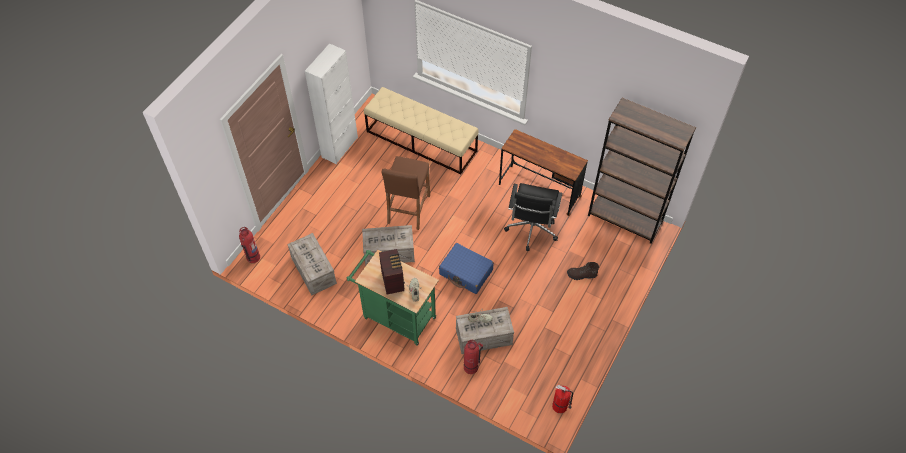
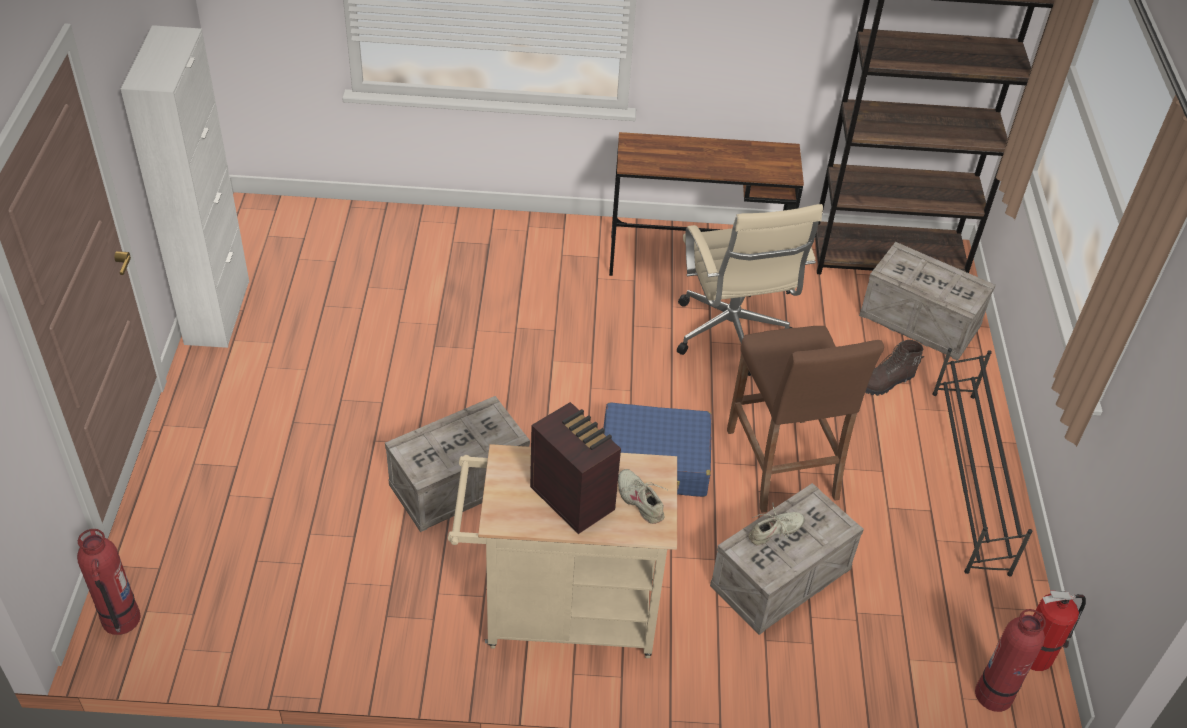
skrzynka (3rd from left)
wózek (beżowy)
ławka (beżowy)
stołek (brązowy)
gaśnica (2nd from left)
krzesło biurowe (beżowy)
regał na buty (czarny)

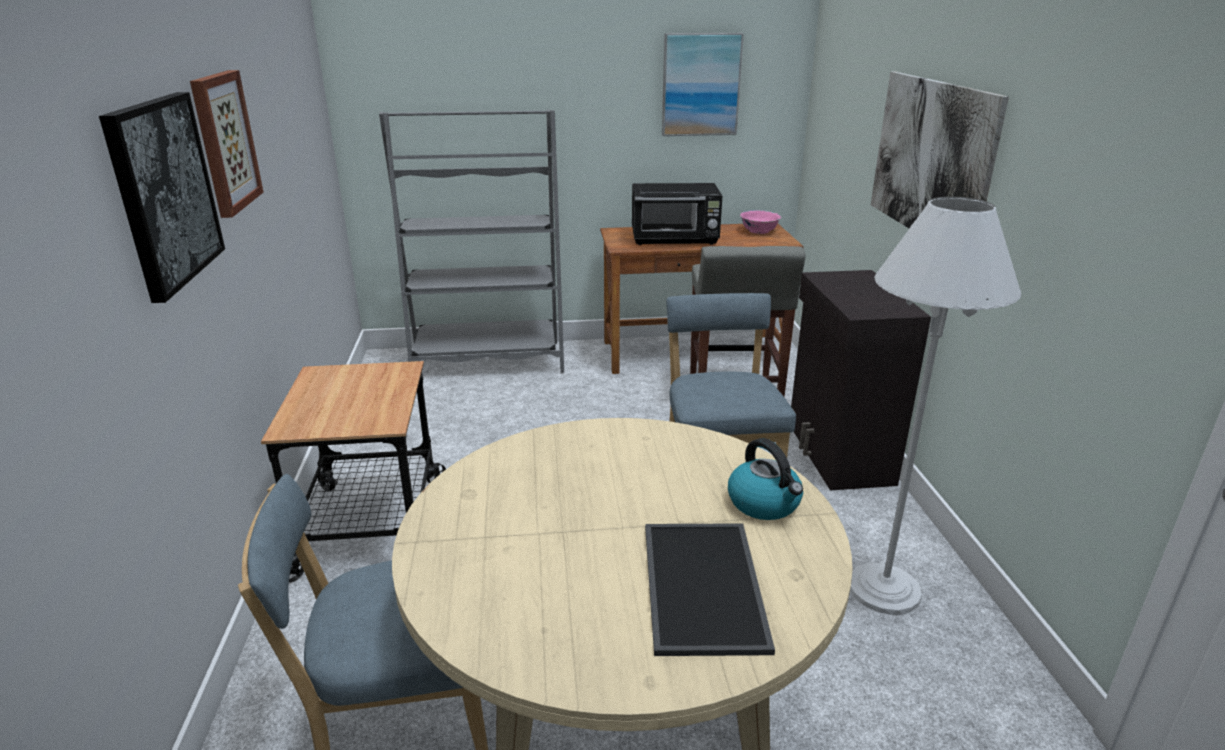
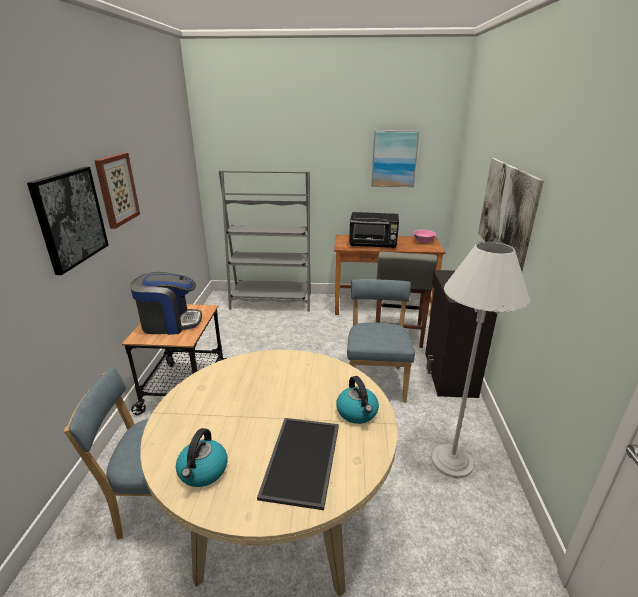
ekspres do kawy
czajnik (1st from left)

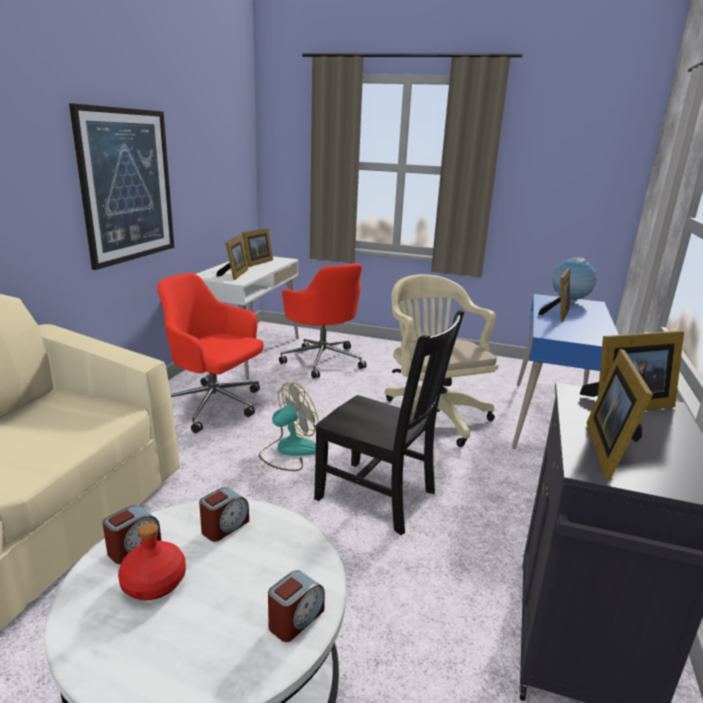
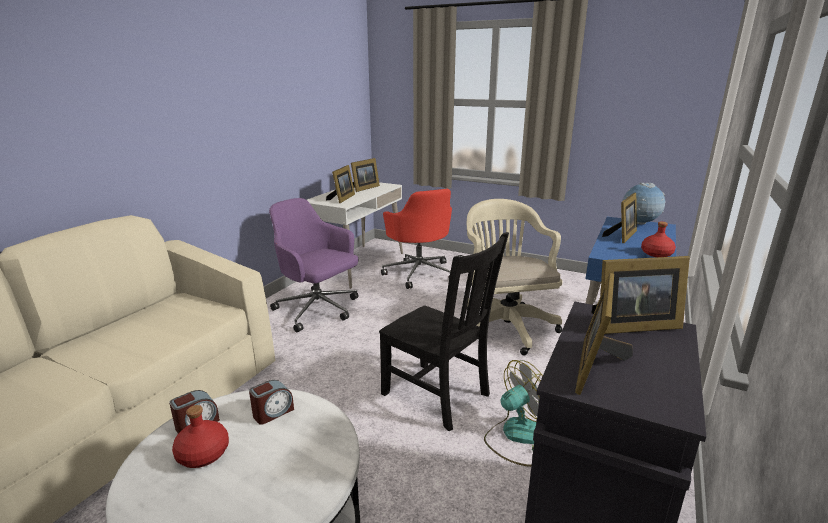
obraz
krzesło biurowe (fioletowy)
wentylator
budzik (3rd from left in the first image)
butelka (czerwony) (2nd from left)

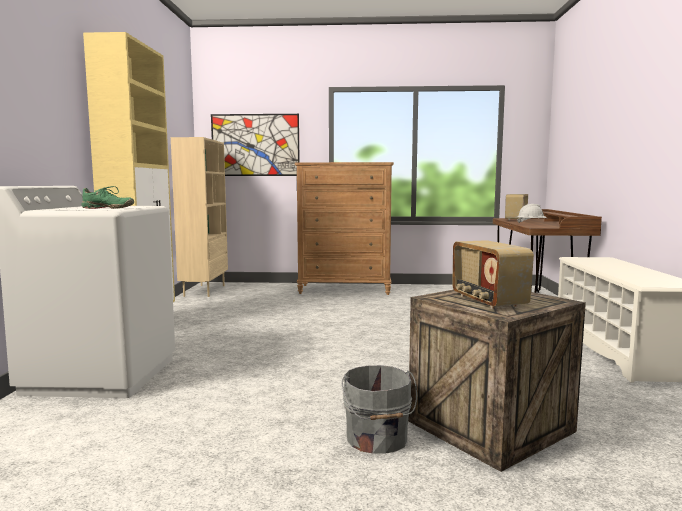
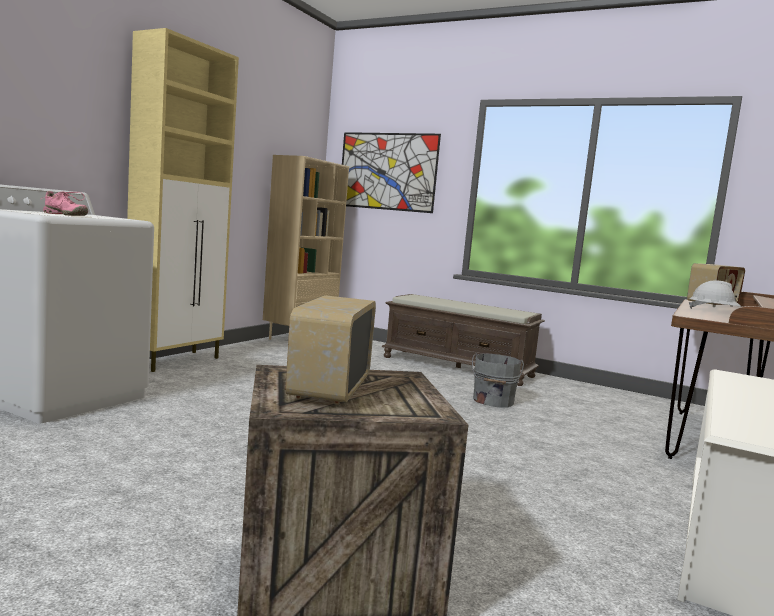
but (różowy)
ławka (brązowy)
wiadro (szary)

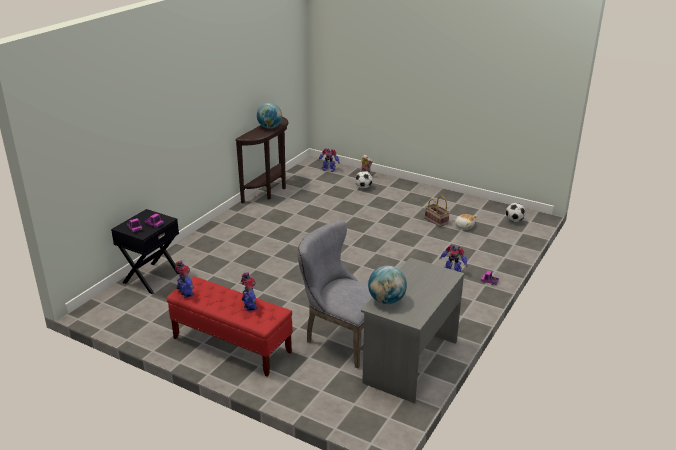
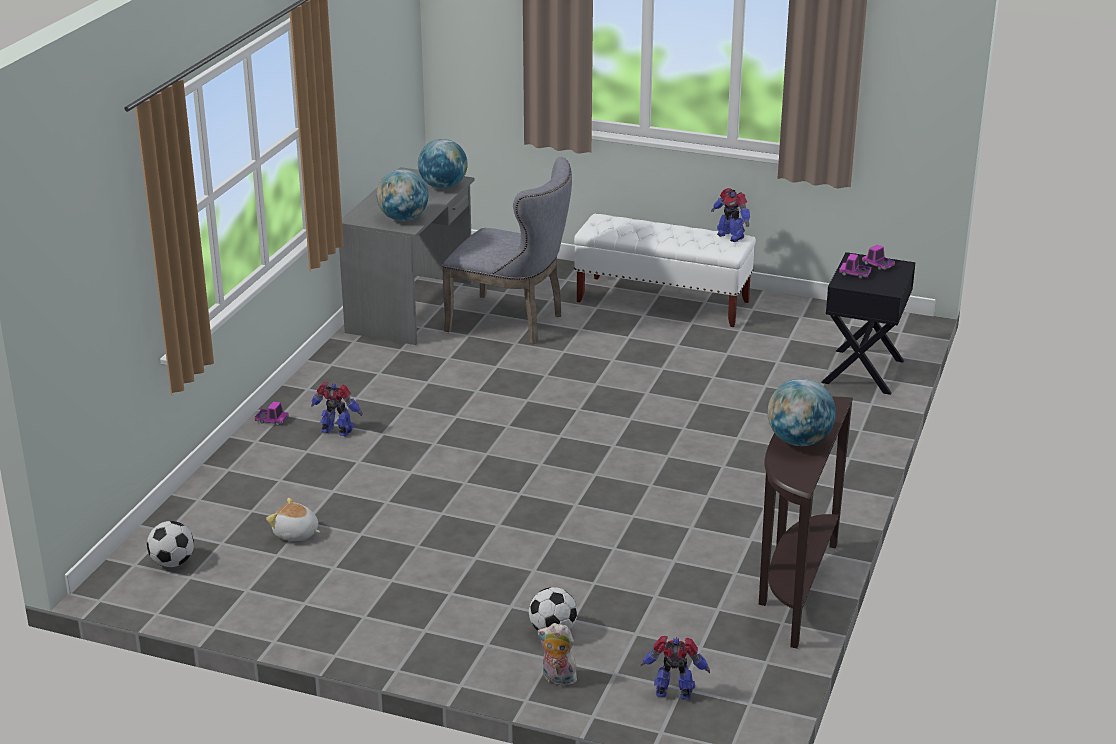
ławka (biały)
robot zabawkowy (2nd from left in the first image)
koszyk
globus (1st from left)

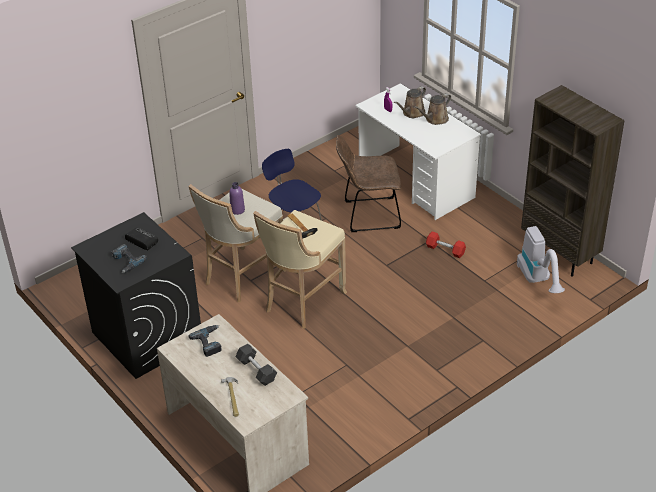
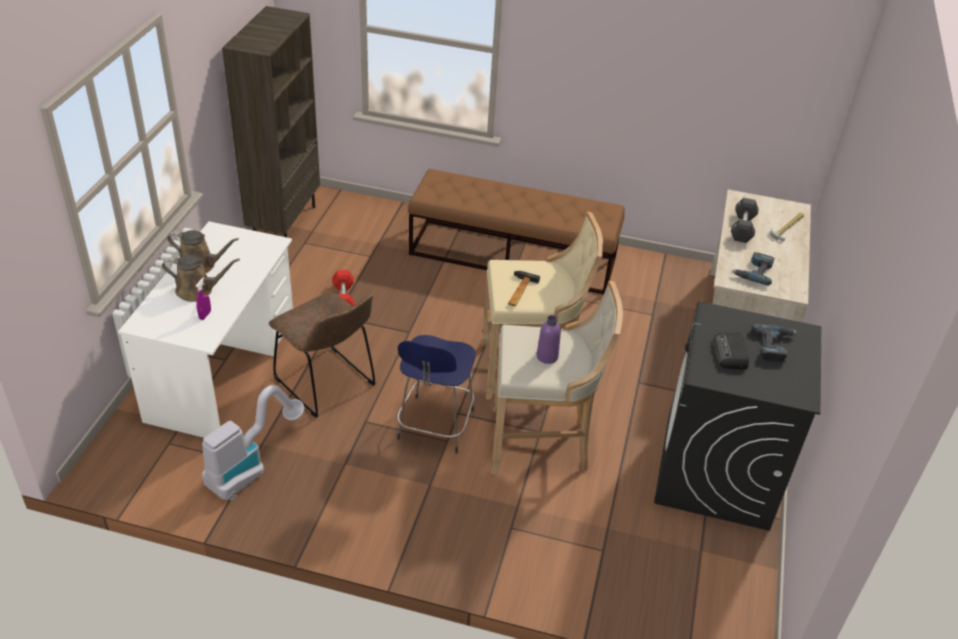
odkurzacz
ławka (brązowy)

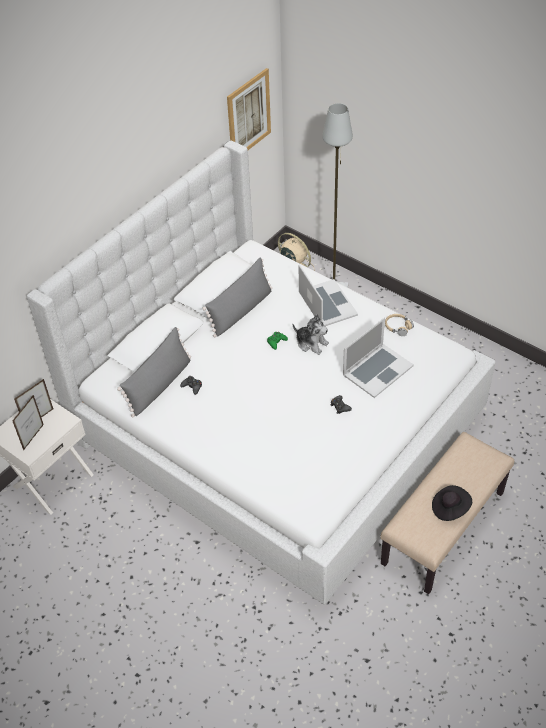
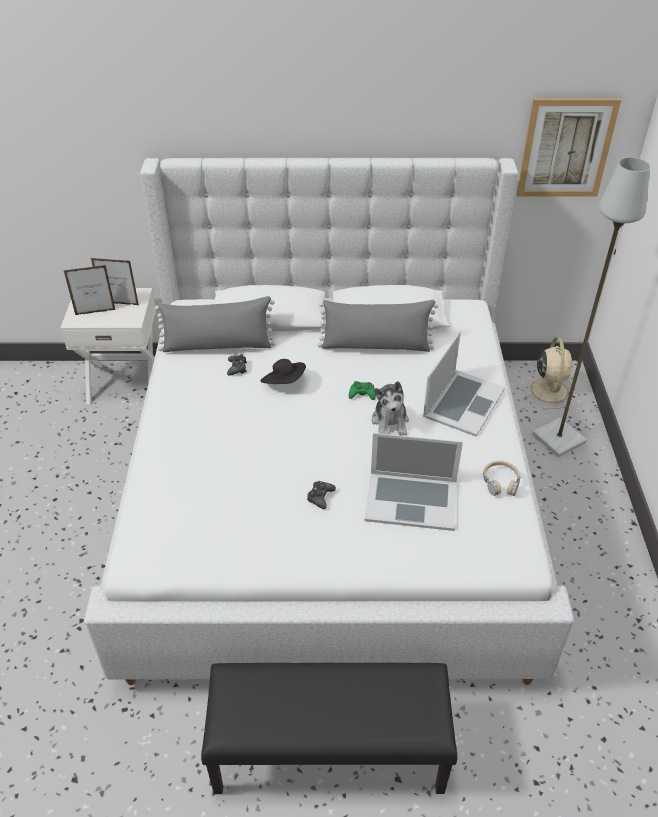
ławka (czarny)
kapelusz (czarny)

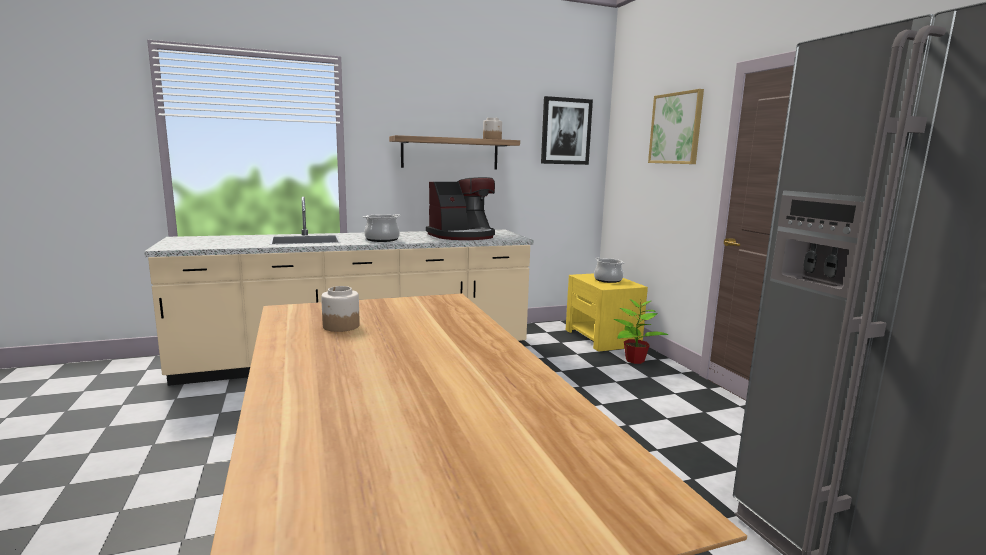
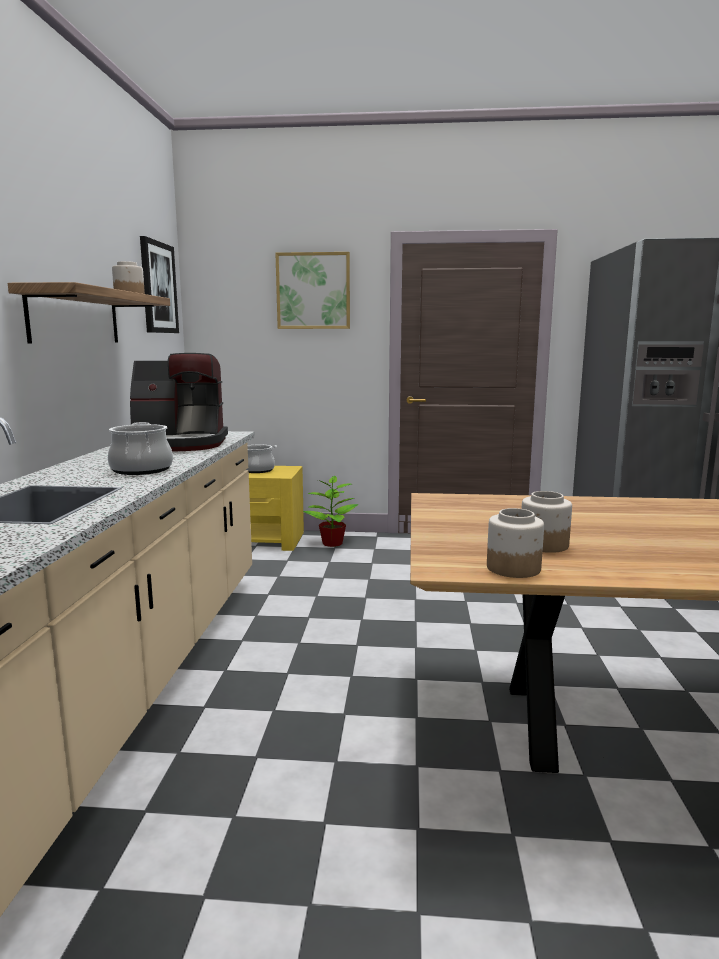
ekspres do kawy
słoik (2nd from left)

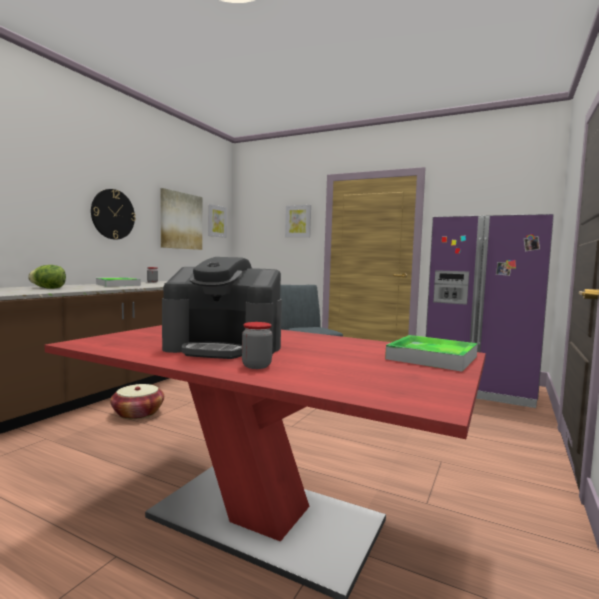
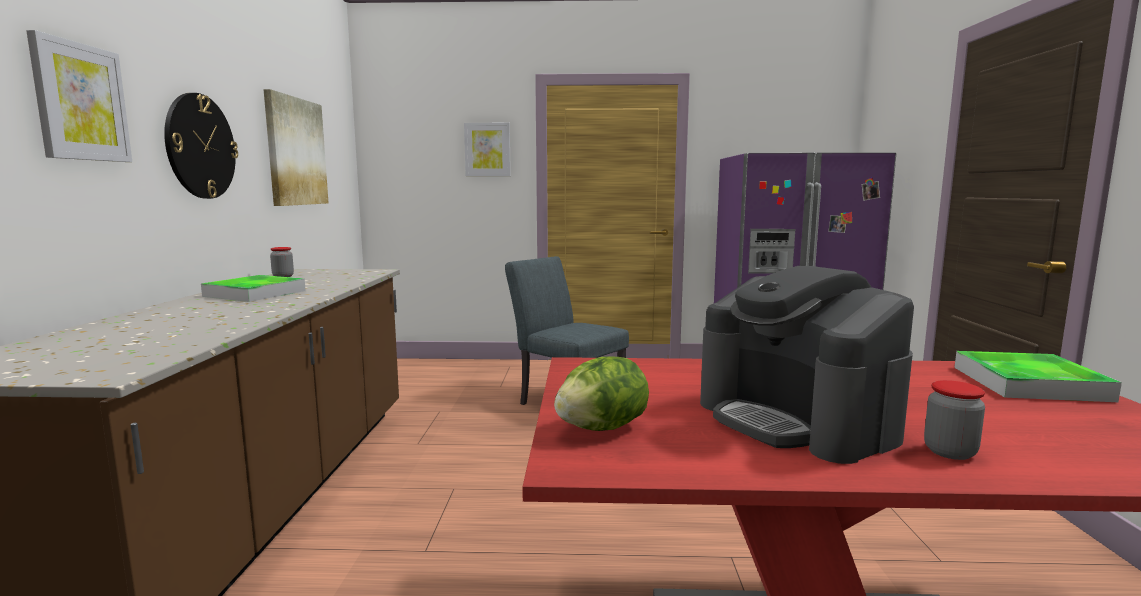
sałata
koszyk
ekspres do kawy
obraz (1st from left)

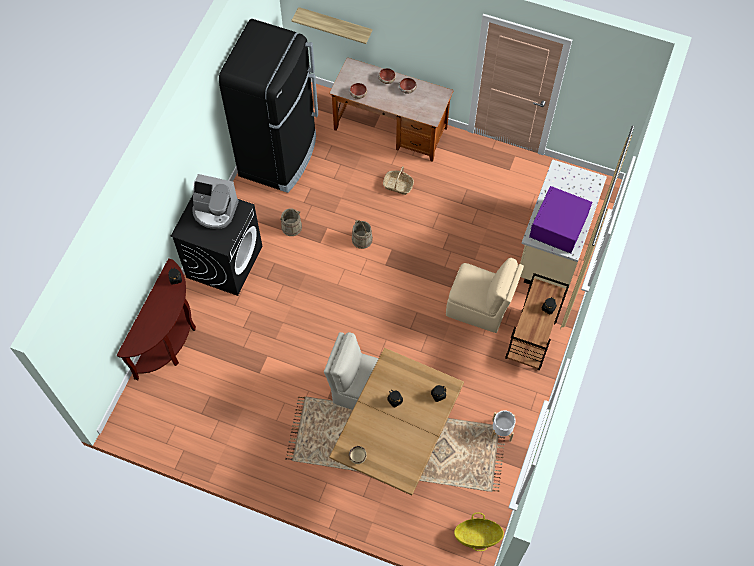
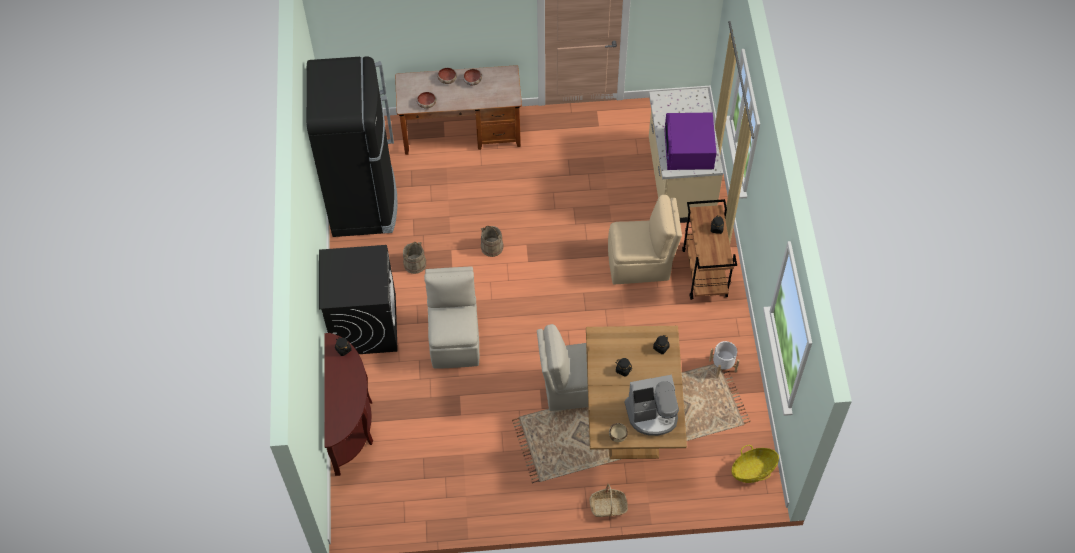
ekspres do kawy
półka
koszyk (1st from left)
krzesło (beżowy) (1st from left)

